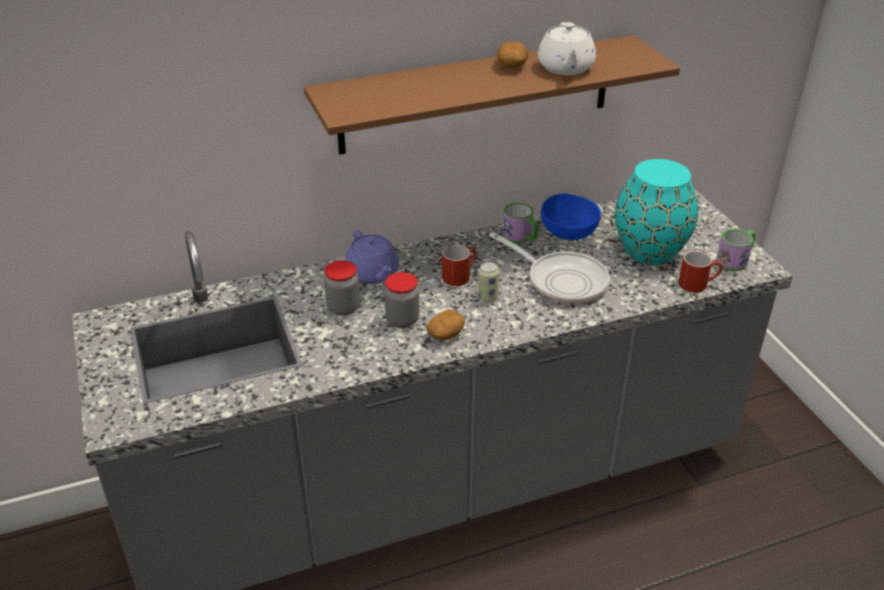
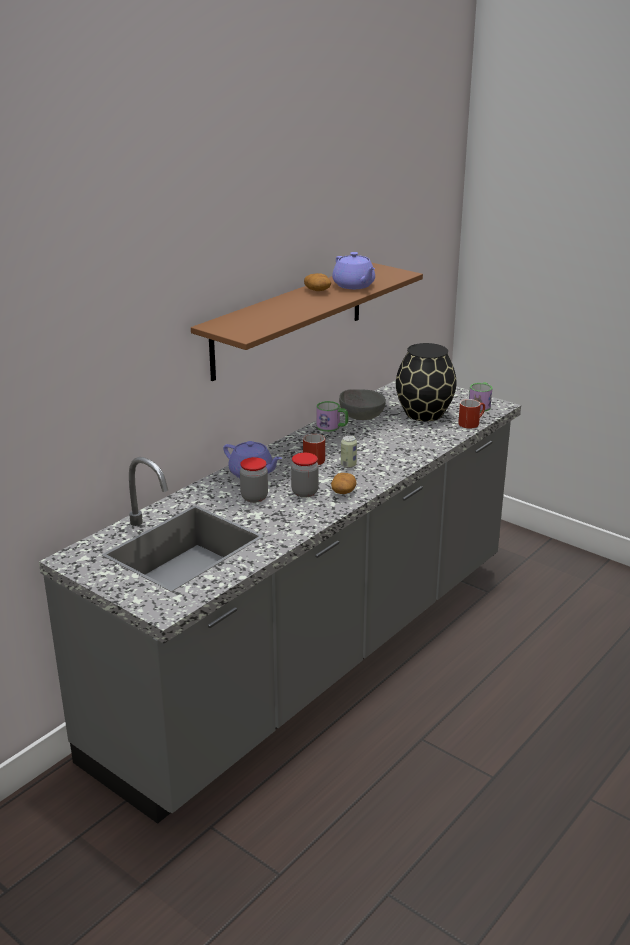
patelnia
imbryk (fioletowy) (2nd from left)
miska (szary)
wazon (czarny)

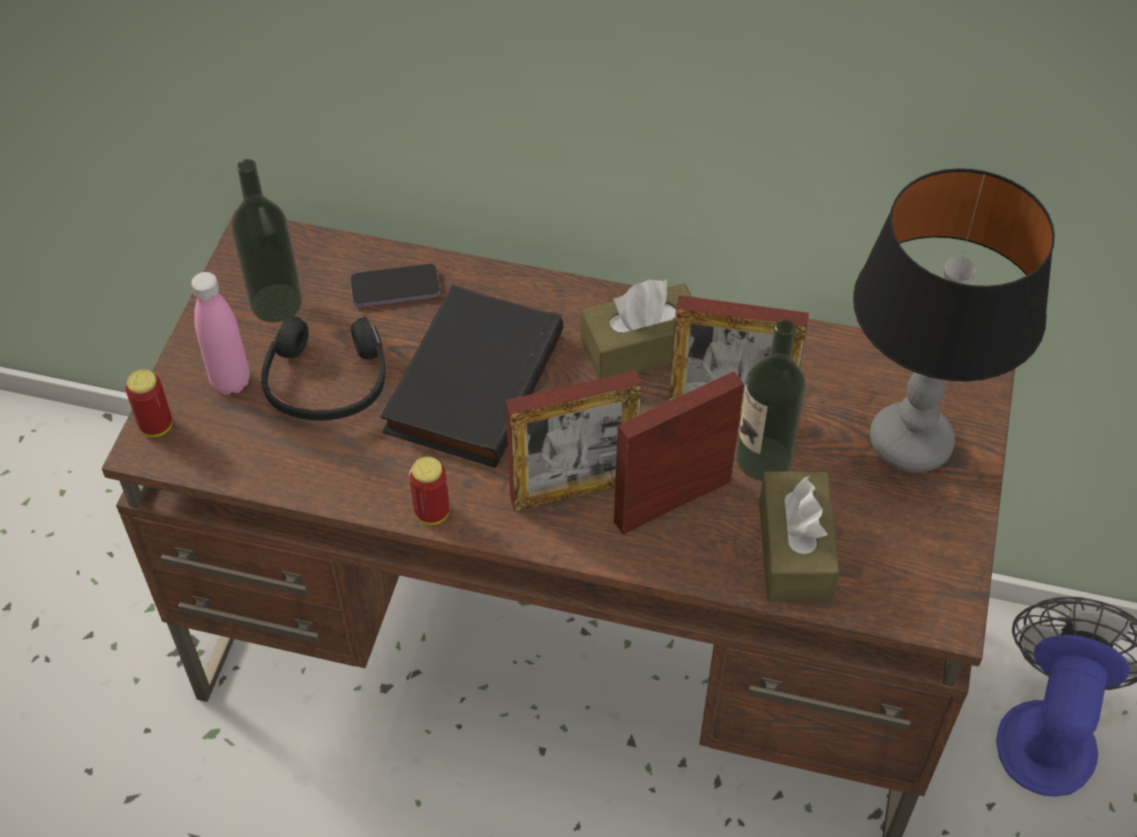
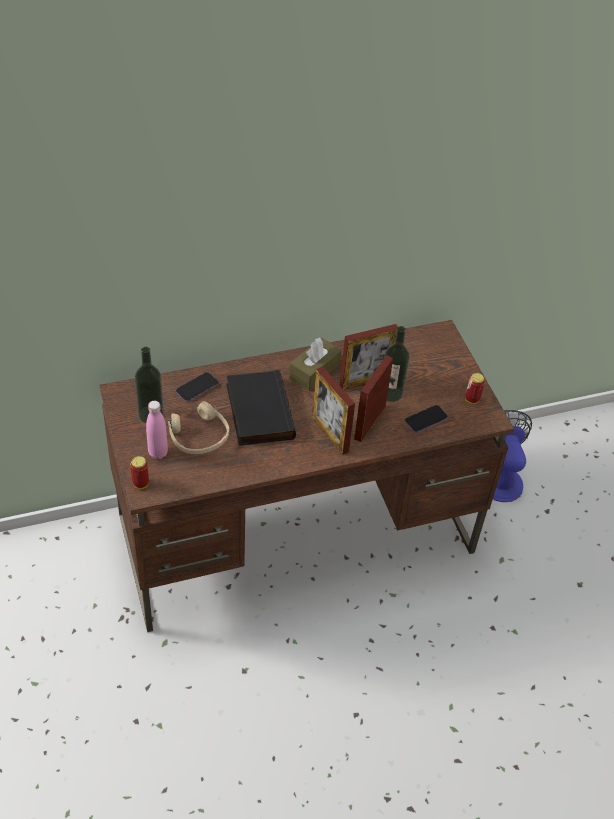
słuchawki (beżowy)
puszka (2nd from left)
ramka na zdjęcie (1st from left)
telefon (2nd from left)
lampa stołowa

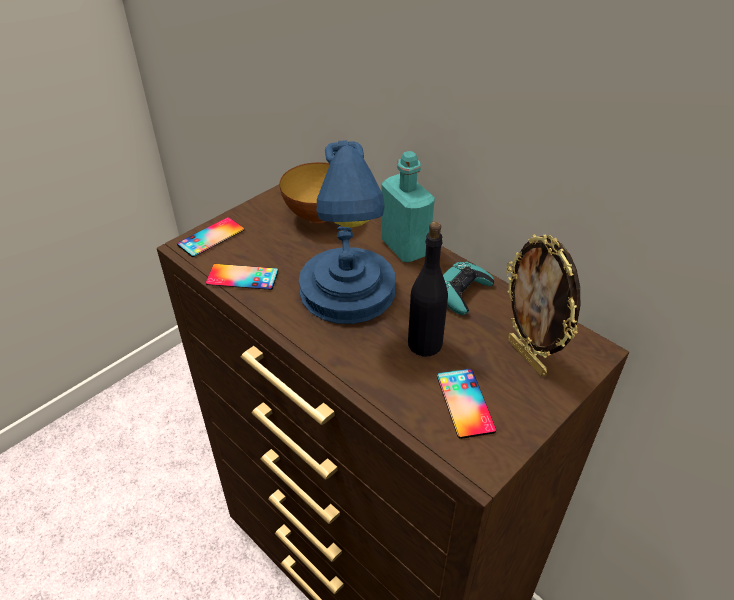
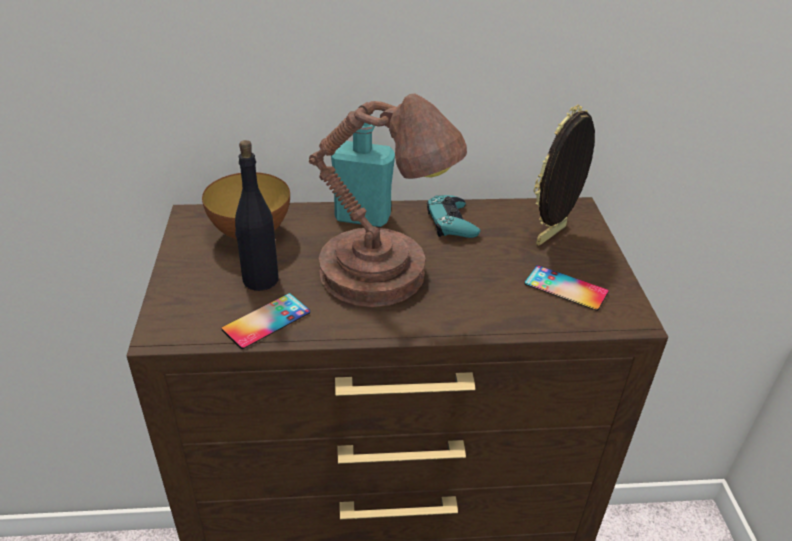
telefon (1st from left in the first image)
lampa stołowa (brązowy)
butelka (czarny)
ramka na zdjęcie

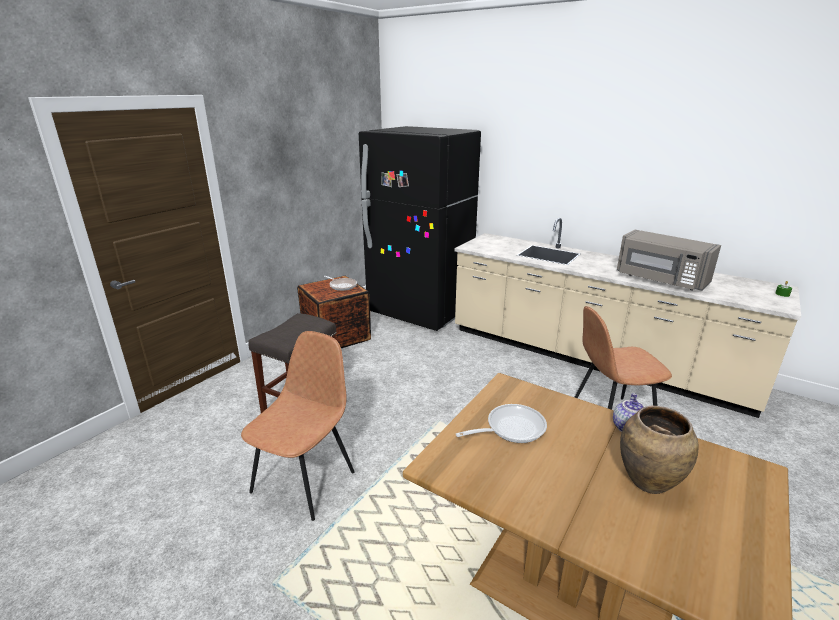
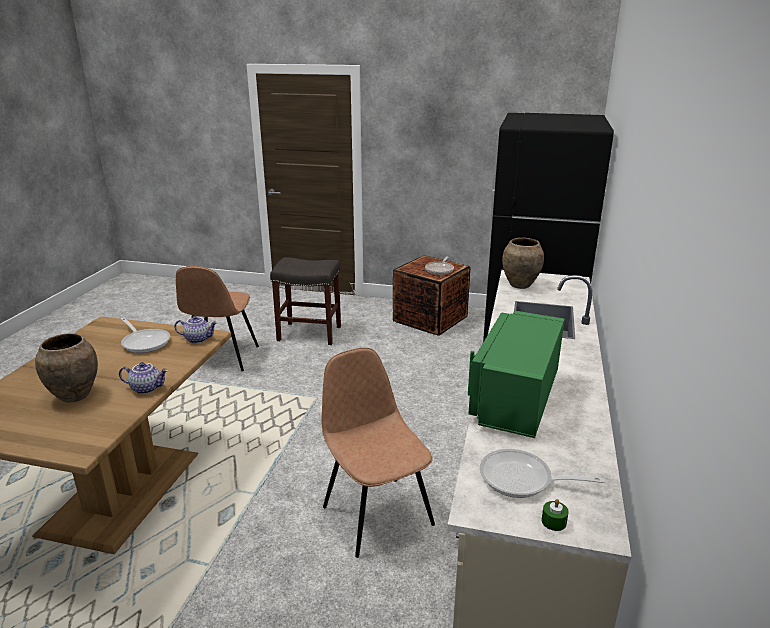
krzesło (brązowy) (1st from left)
mikrofalówka (zielony)
imbryk (2nd from left)
patelnia (3rd from left)
wazon (brązowy) (2nd from left)

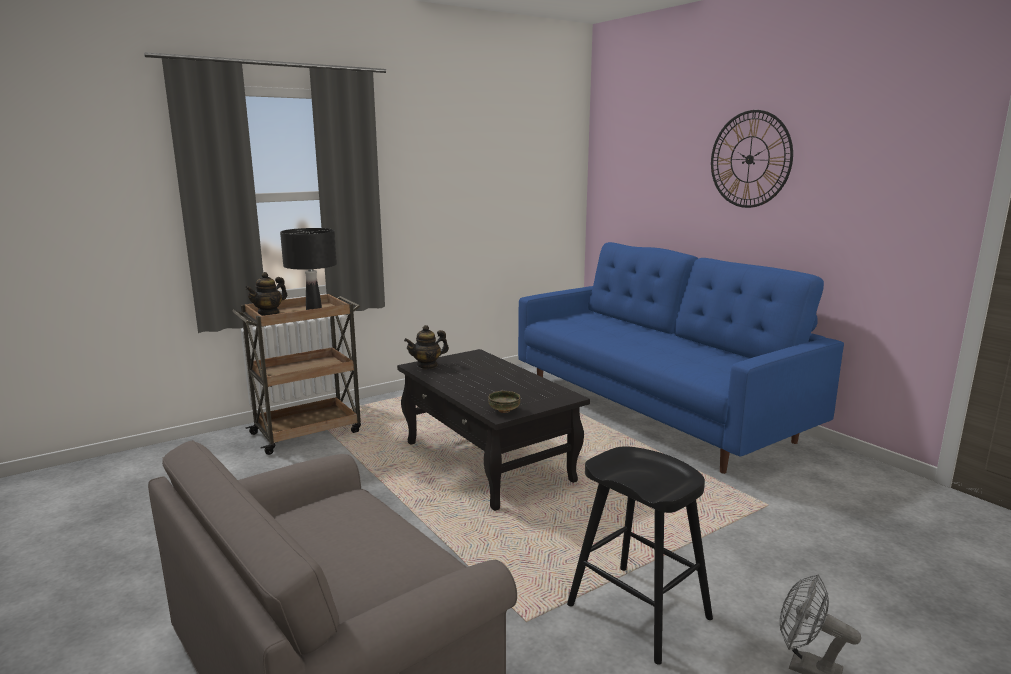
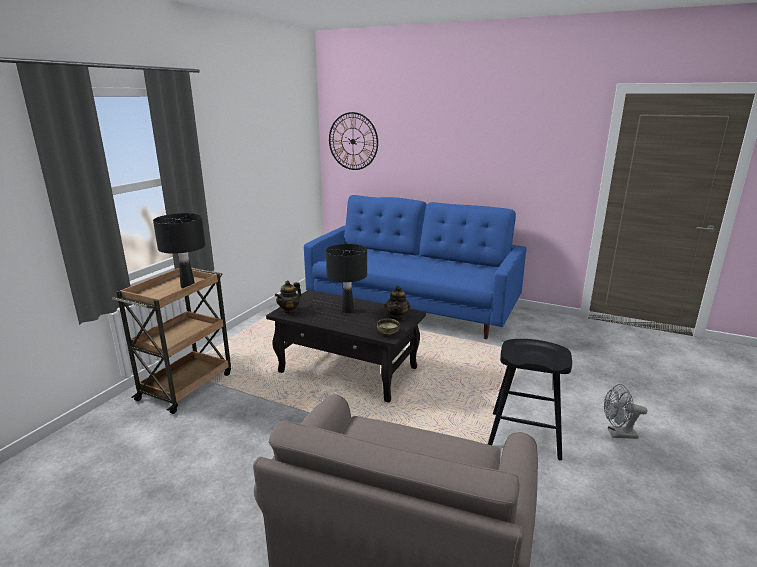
imbryk (2nd from left)
zegar ścienny
lampa stołowa (czarny) (2nd from left)

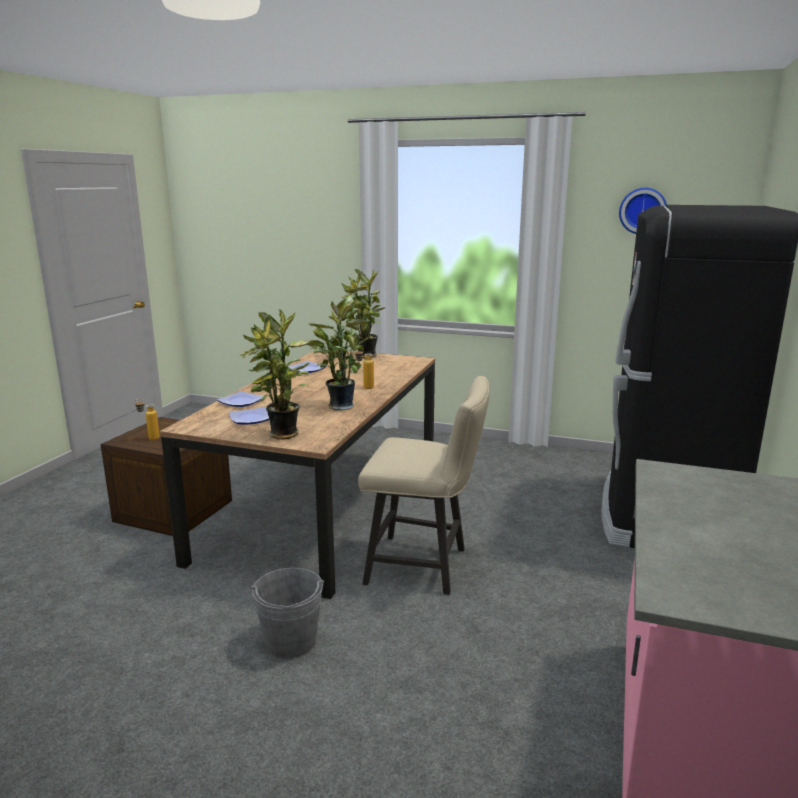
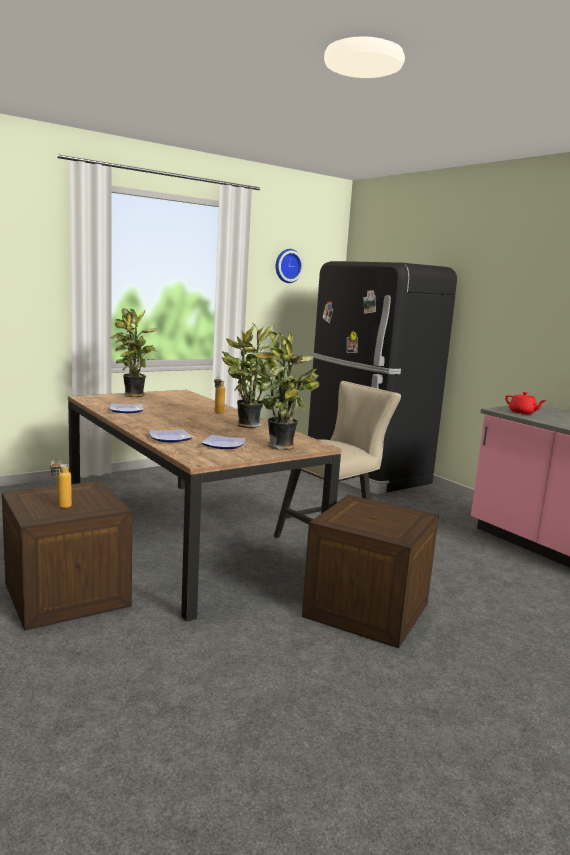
skrzynka (2nd from left)
imbryk (czerwony)

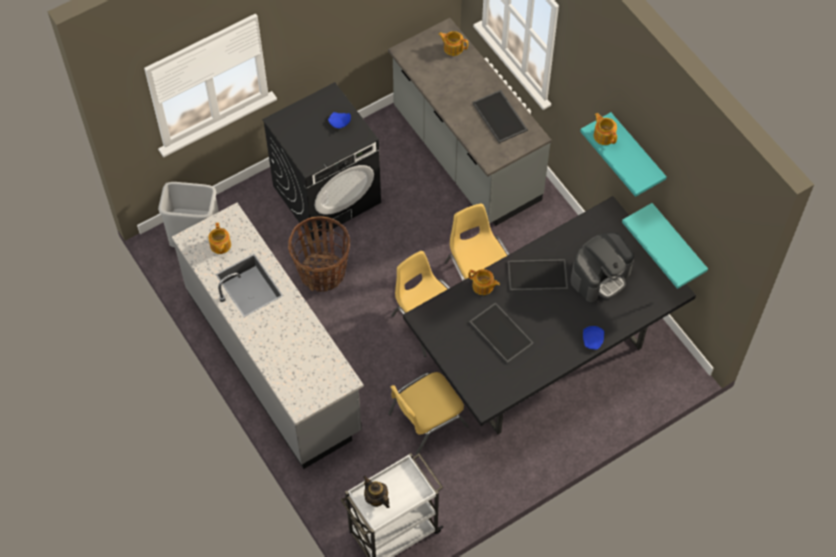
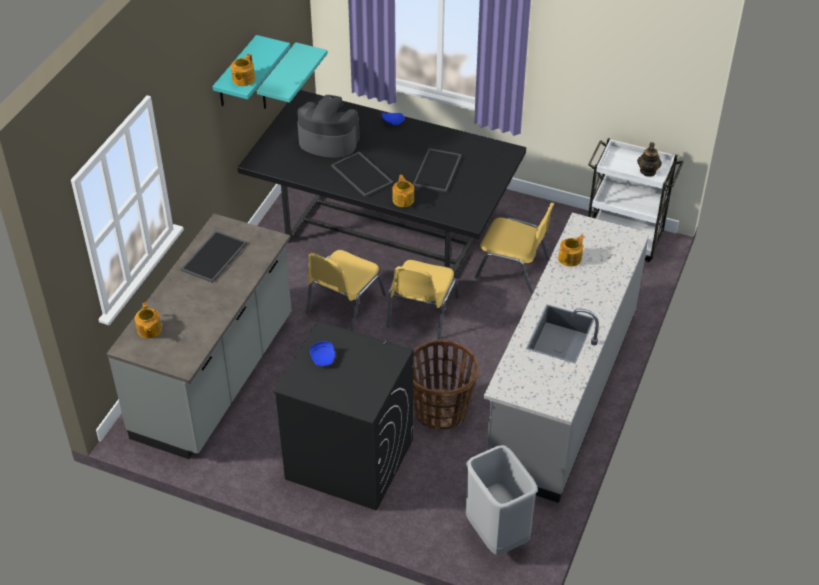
imbryk (4th from left)

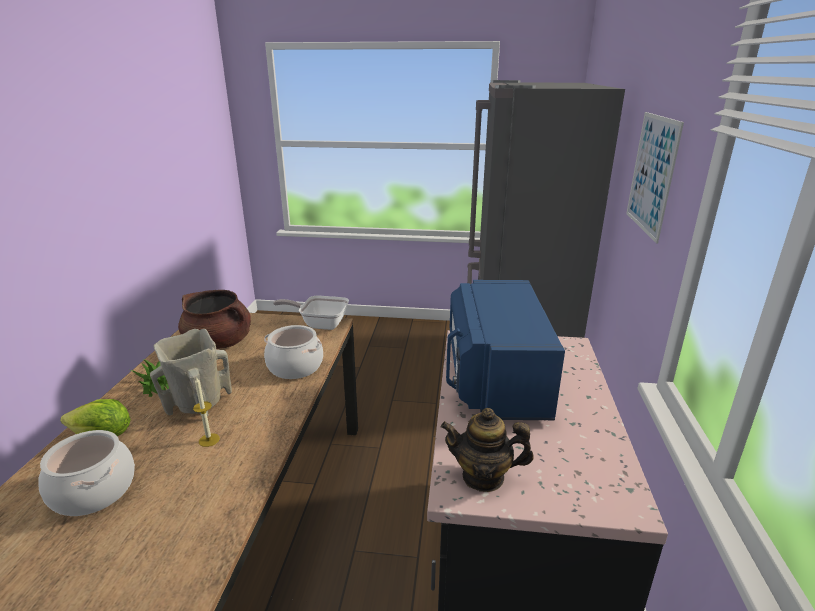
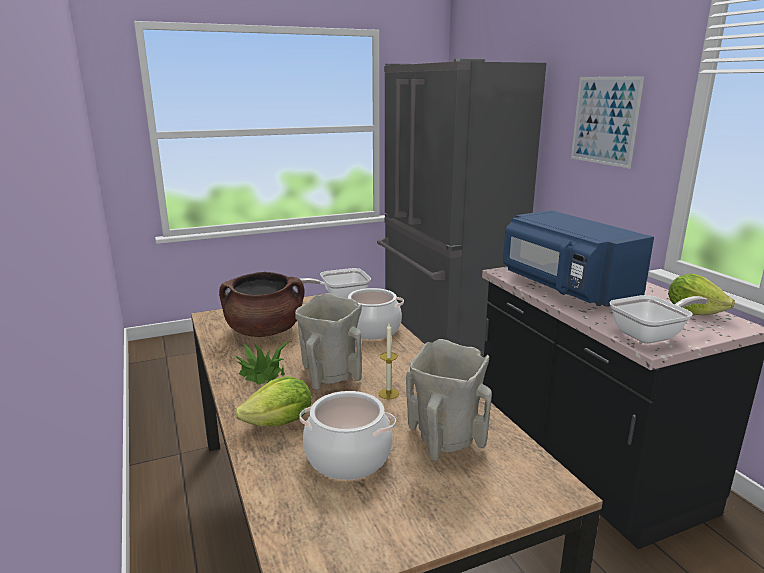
patelnia (2nd from left)
wazon (beżowy) (2nd from left)
sałata (2nd from left)

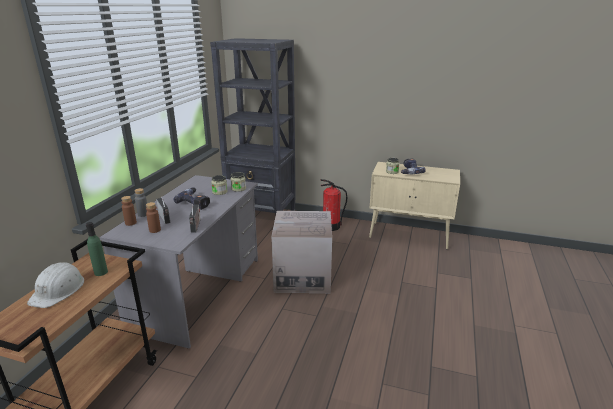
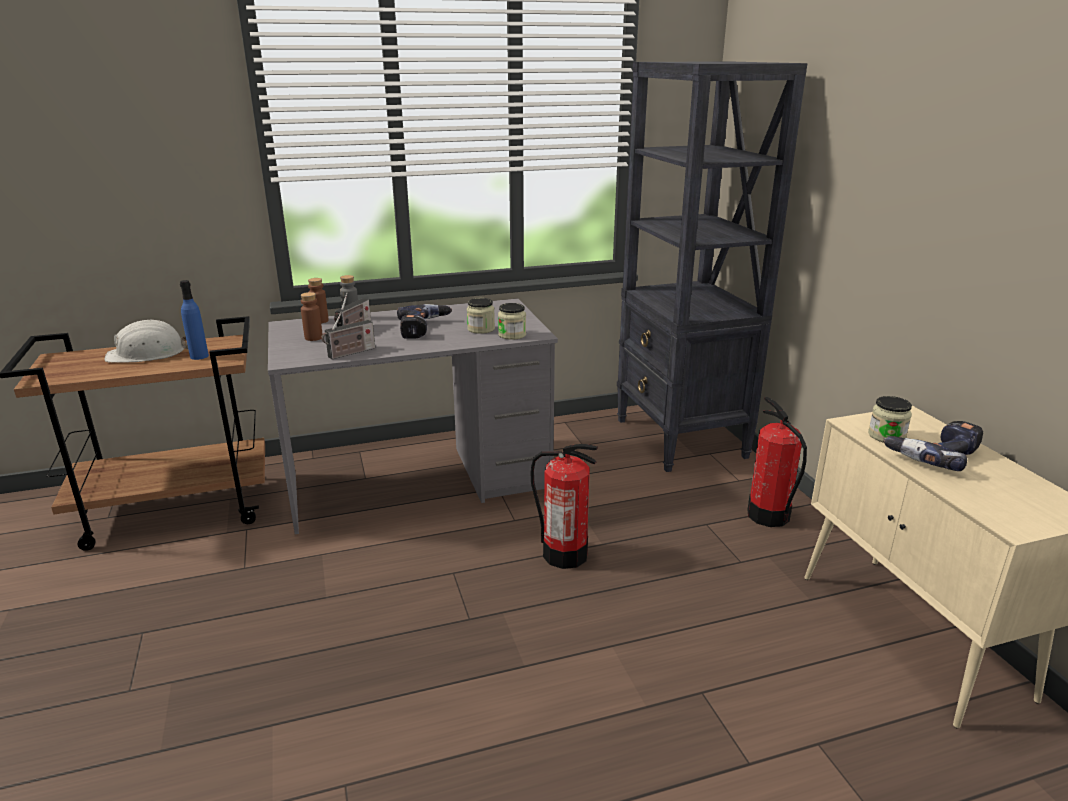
butelka (niebieski)
gaśnica (1st from left)

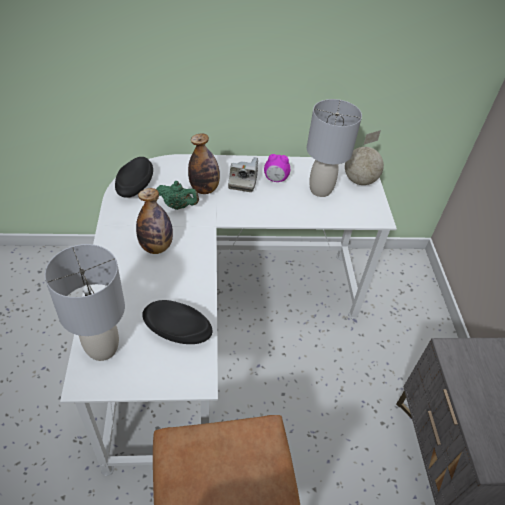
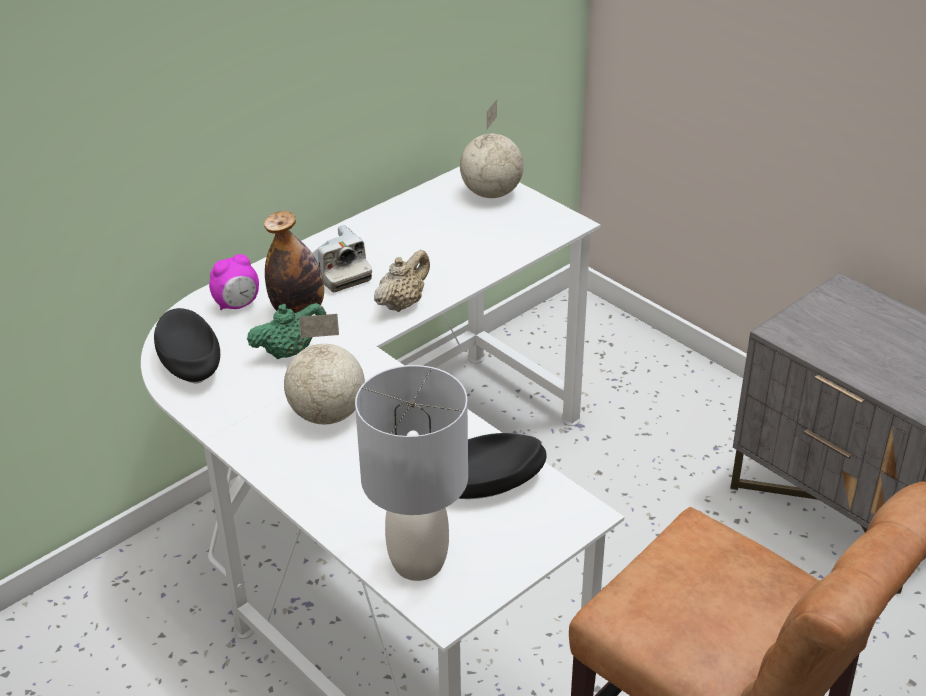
globus (1st from left)
budzik
lampa stołowa (szary) (2nd from left in the first image)
imbryk (beżowy)

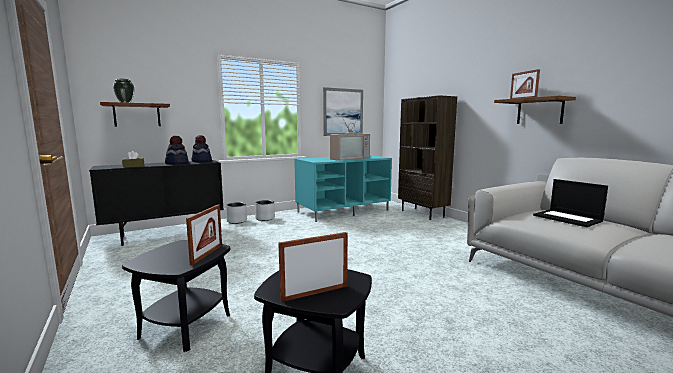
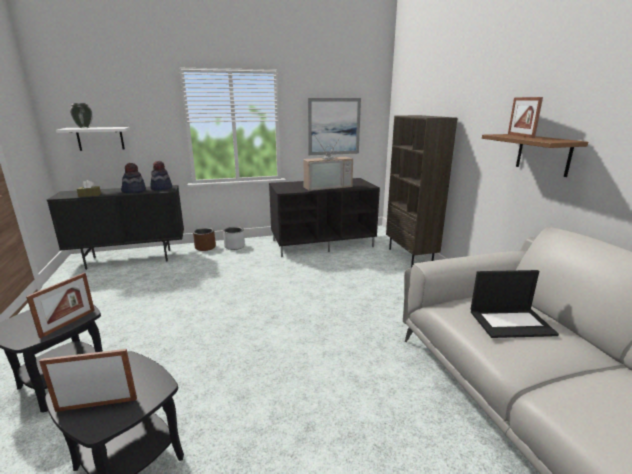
półka (biały)
donica (brązowy)
szafka pod telewizor (czarny)
laptop

